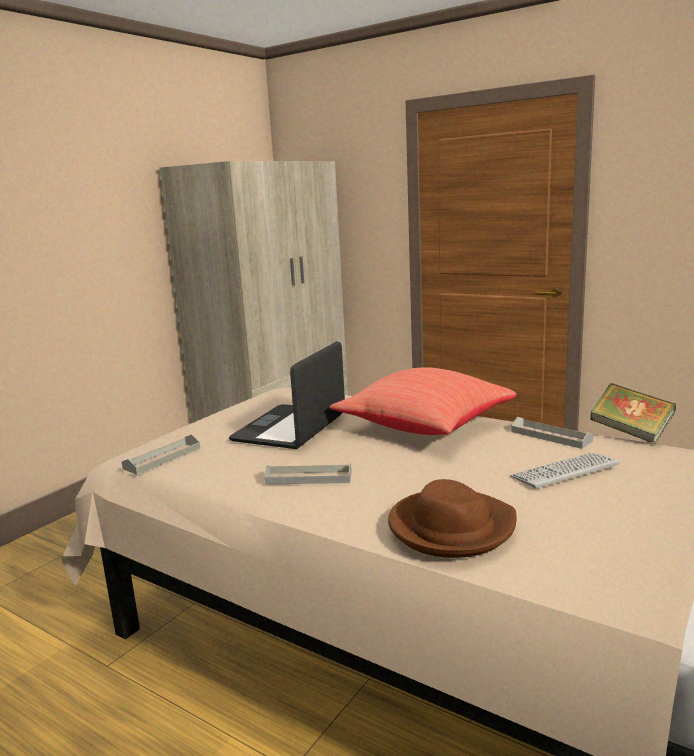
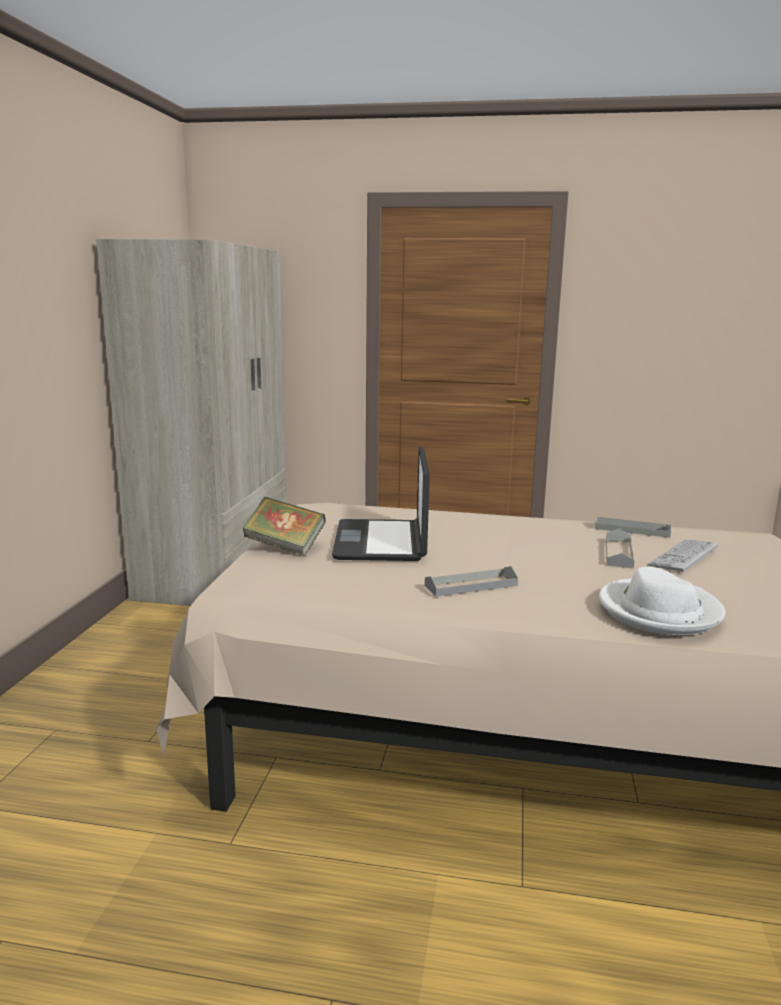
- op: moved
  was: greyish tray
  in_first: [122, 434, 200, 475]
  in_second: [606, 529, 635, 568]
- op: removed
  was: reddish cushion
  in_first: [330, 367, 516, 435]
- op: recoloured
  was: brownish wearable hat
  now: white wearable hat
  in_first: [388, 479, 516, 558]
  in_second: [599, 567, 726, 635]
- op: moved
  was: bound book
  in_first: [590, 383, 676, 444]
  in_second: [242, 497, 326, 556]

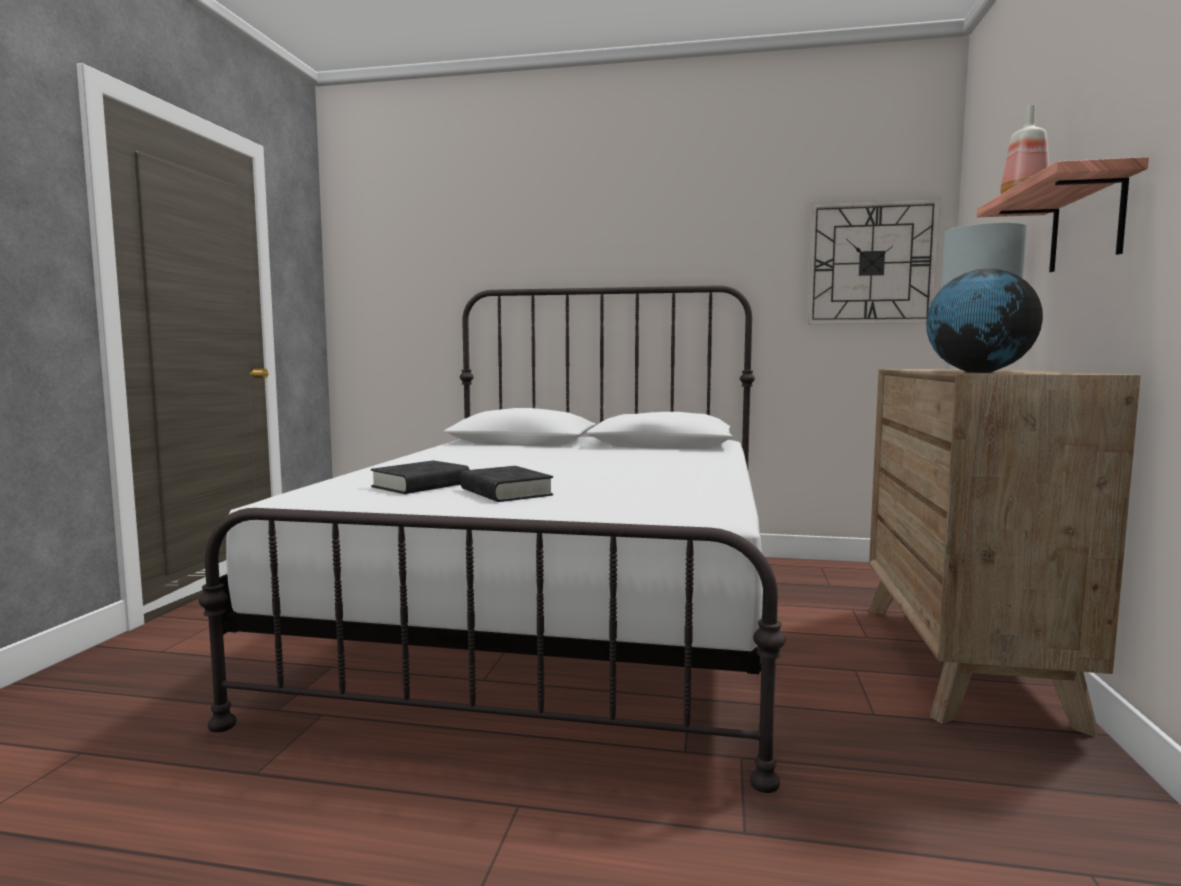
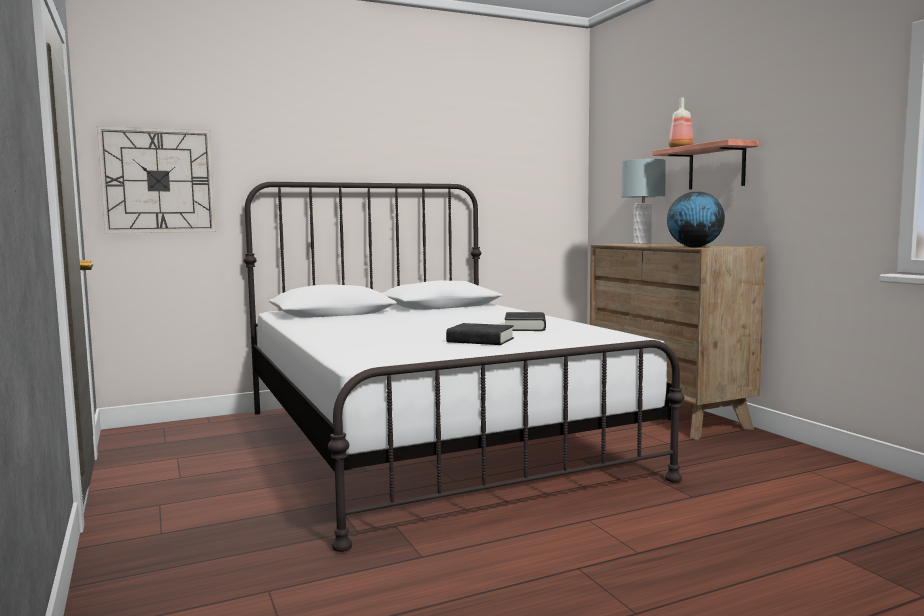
- op: moved
  was: black bound book
  in_first: [371, 460, 470, 494]
  in_second: [505, 312, 546, 331]
- op: moved
  was: clock on the wall
  in_first: [807, 199, 940, 324]
  in_second: [97, 126, 216, 234]

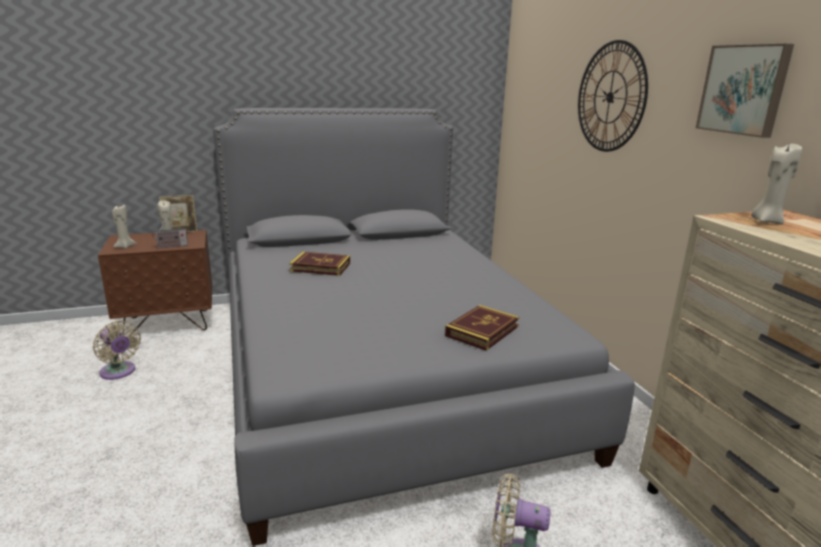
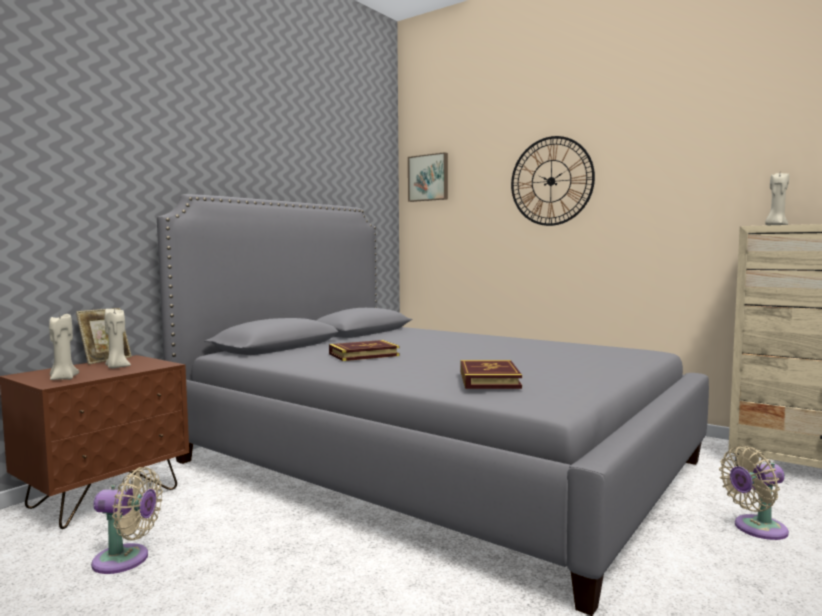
- op: removed
  was: radio
  in_first: [152, 222, 188, 248]
- op: moved
  was: bound book
  in_first: [445, 305, 519, 351]
  in_second: [461, 360, 522, 389]
- op: moved
  was: wall art
  in_first: [696, 44, 794, 138]
  in_second: [408, 152, 448, 202]

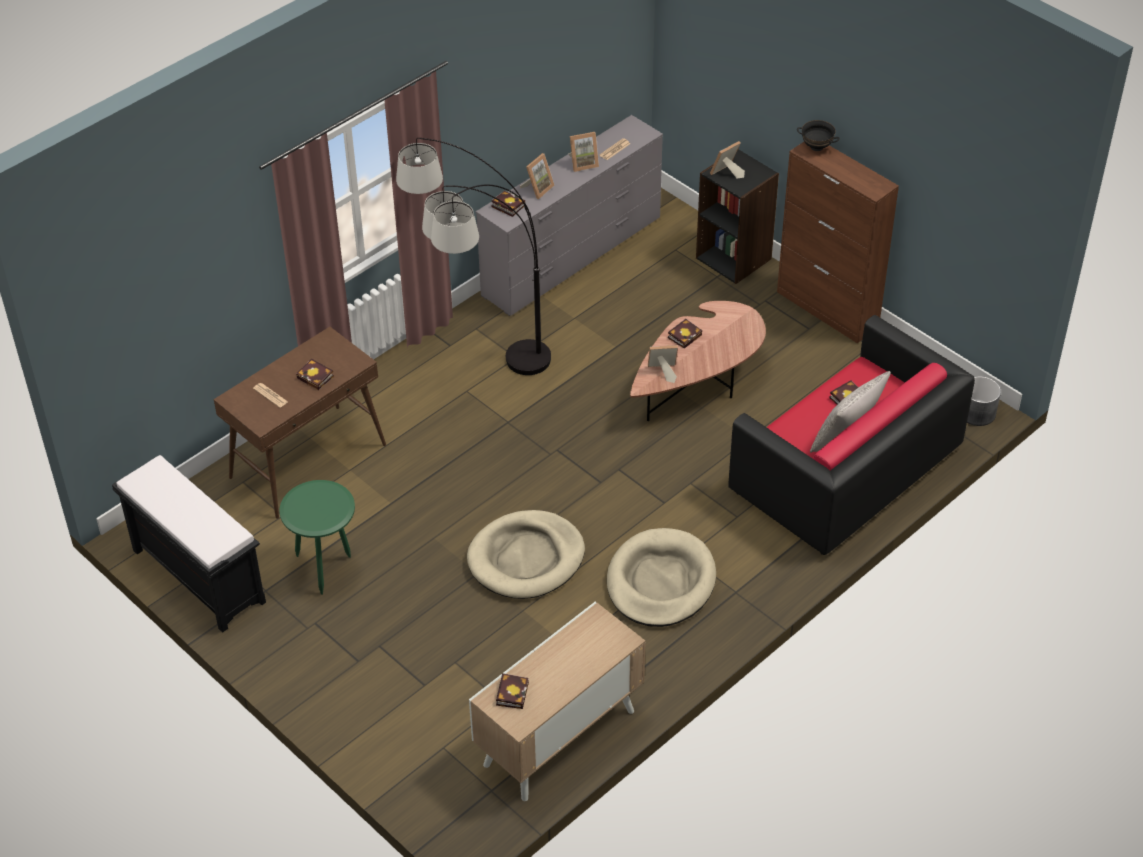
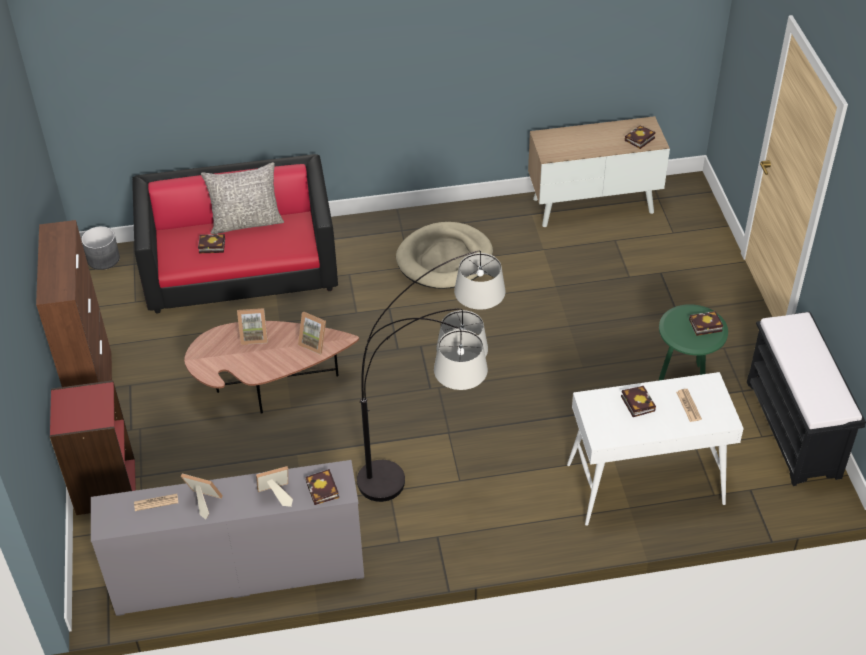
- op: recoloured
  was: brownish narrow table
  now: white narrow table
  in_first: [214, 327, 386, 519]
  in_second: [567, 372, 744, 526]
- op: removed
  was: beige dog cushion
  in_first: [467, 510, 585, 599]
- op: moved
  was: bound book
  in_first: [668, 319, 702, 349]
  in_second: [689, 311, 723, 336]
- op: recoloured
  was: black bookcase
  now: reddish bookcase
  in_first: [696, 149, 779, 284]
  in_second: [50, 380, 136, 515]
- op: moved
  was: standing frame
  in_first: [710, 141, 745, 179]
  in_second: [237, 308, 268, 345]
- op: removed
  was: black deep dish
  in_first: [797, 120, 840, 151]

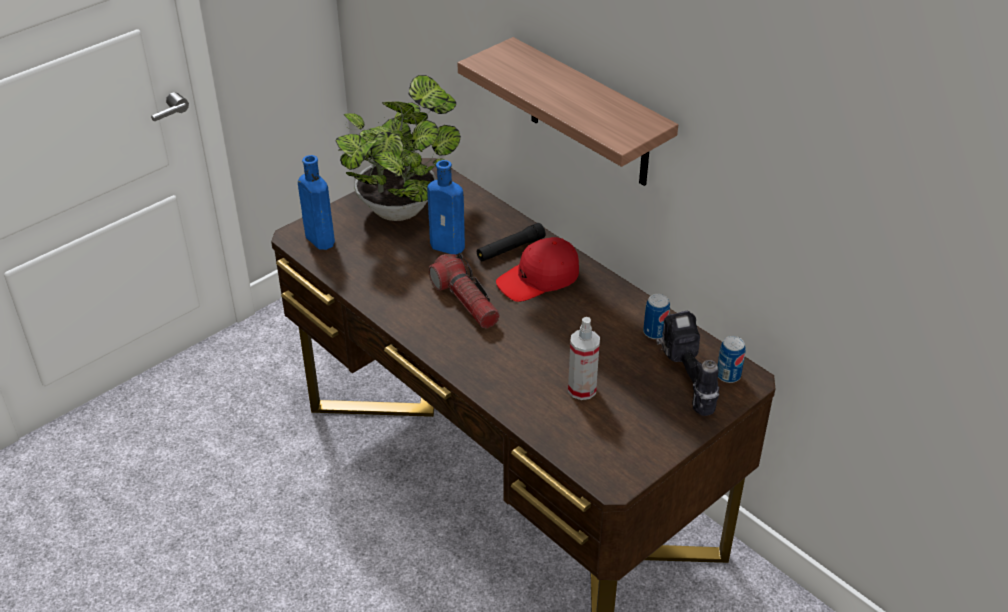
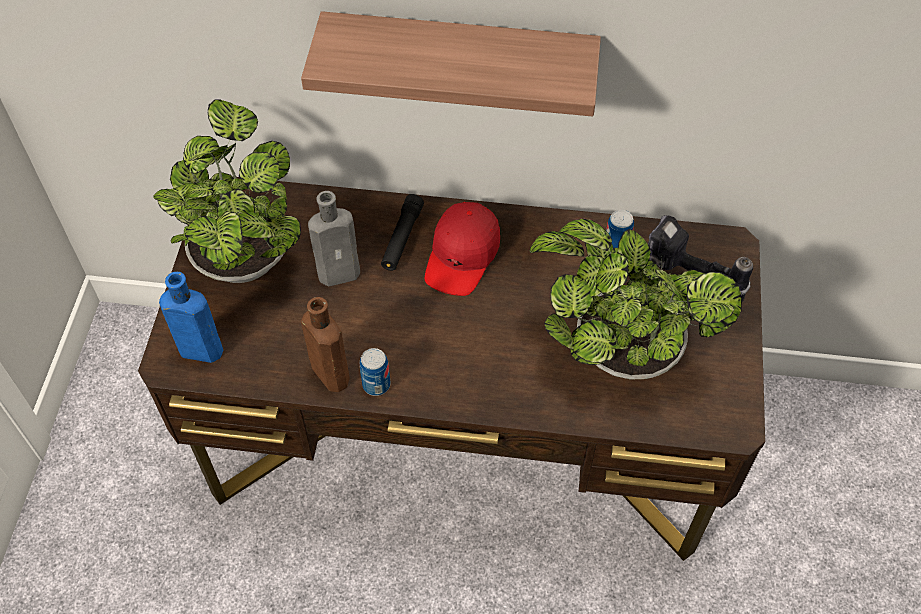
- op: recoloured
  was: bluish drink bottle
  now: greyish drink bottle
  in_first: [427, 160, 465, 254]
  in_second: [308, 191, 360, 286]
- op: removed
  was: torch
  in_first: [428, 253, 500, 329]
- op: replaced
  was: sprayer
  now: plant in a pot
  in_first: [568, 317, 600, 400]
  in_second: [530, 219, 742, 379]
- op: moved
  was: can
  in_first: [718, 336, 746, 383]
  in_second: [360, 348, 390, 396]
- op: added
  now: brownish drink bottle
  in_second: [301, 297, 350, 392]

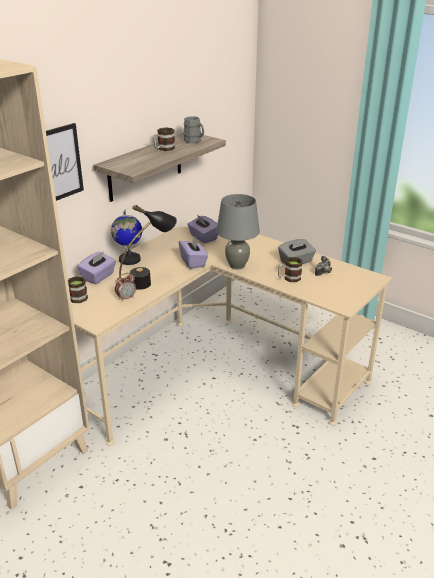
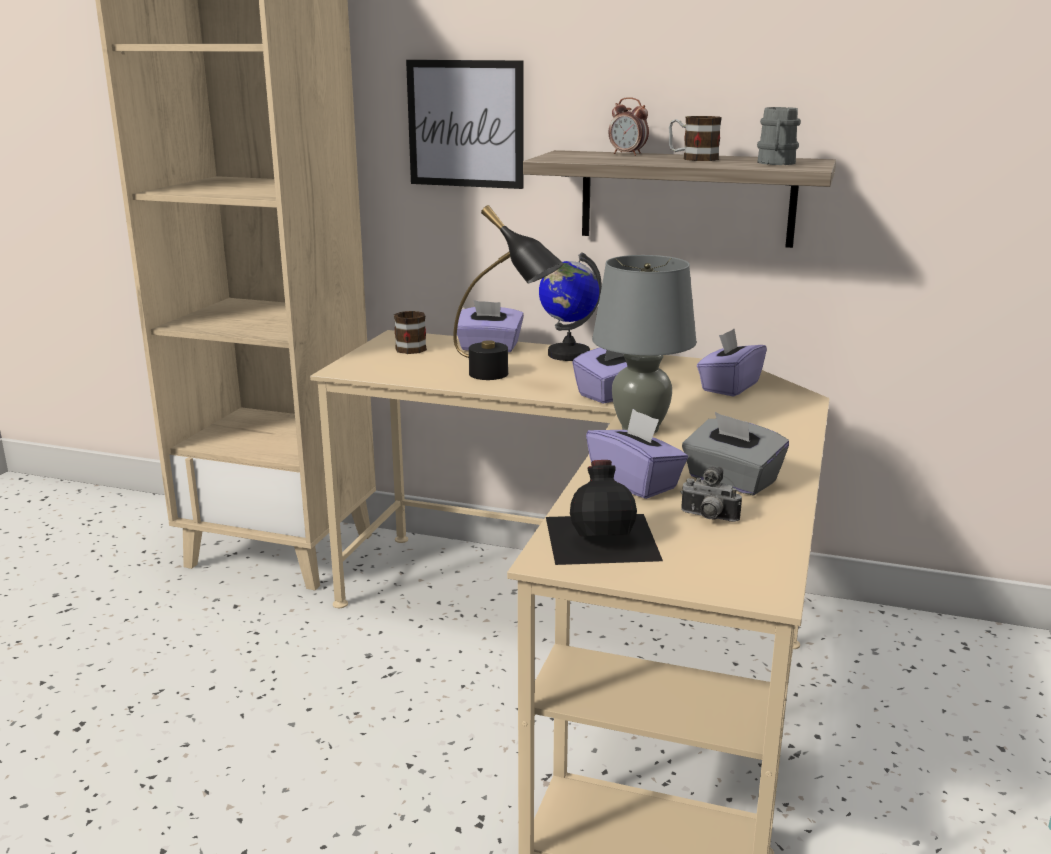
- op: moved
  was: table clock
  in_first: [115, 273, 136, 301]
  in_second: [608, 97, 649, 156]
- op: replaced
  was: mug
  now: purple-coloured tissue holder
  in_first: [278, 257, 302, 282]
  in_second: [586, 409, 689, 499]
- op: added
  now: black drink bottle
  in_second: [546, 460, 663, 565]

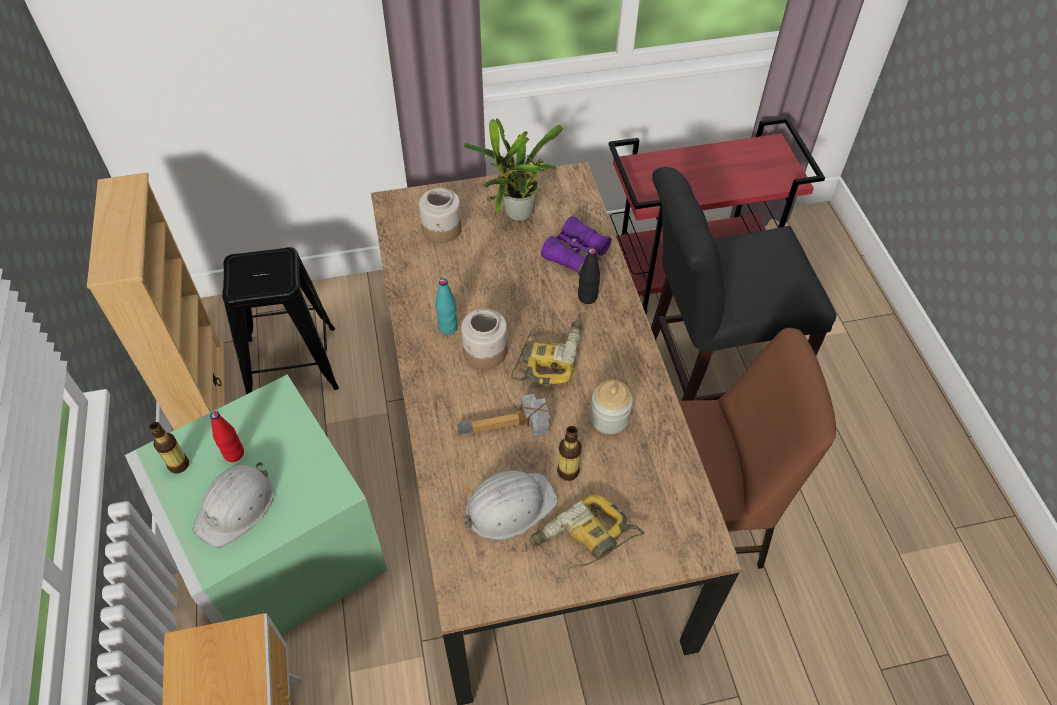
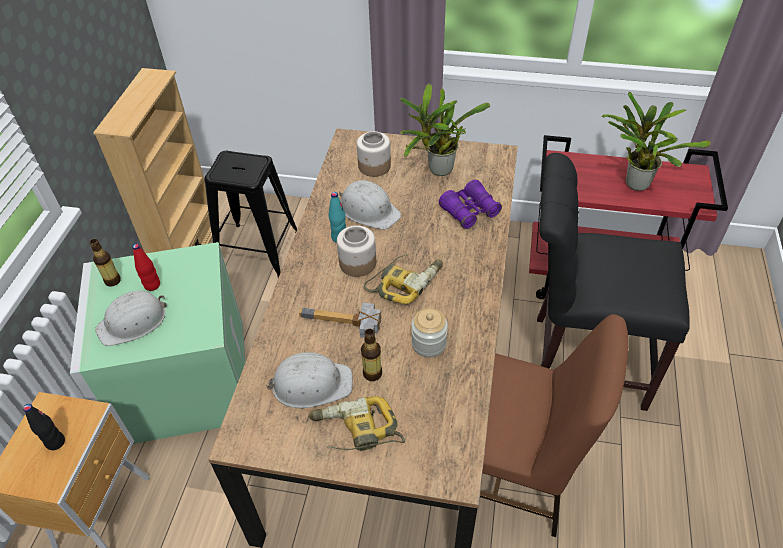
- op: moved
  was: black drink bottle
  in_first: [578, 248, 600, 304]
  in_second: [23, 404, 65, 450]
- op: added
  now: white safety helmet
  in_second: [339, 180, 401, 230]
- op: added
  now: plant in a pot
  in_second: [602, 92, 711, 191]

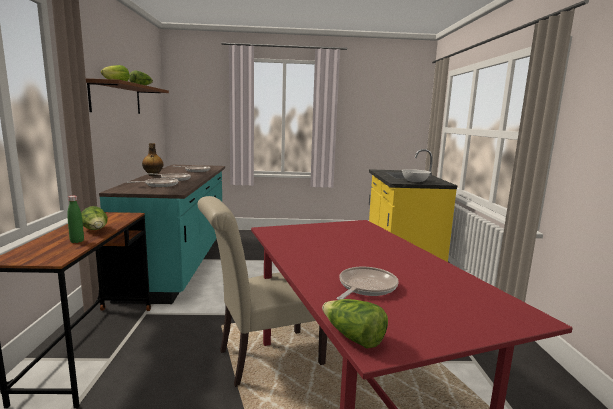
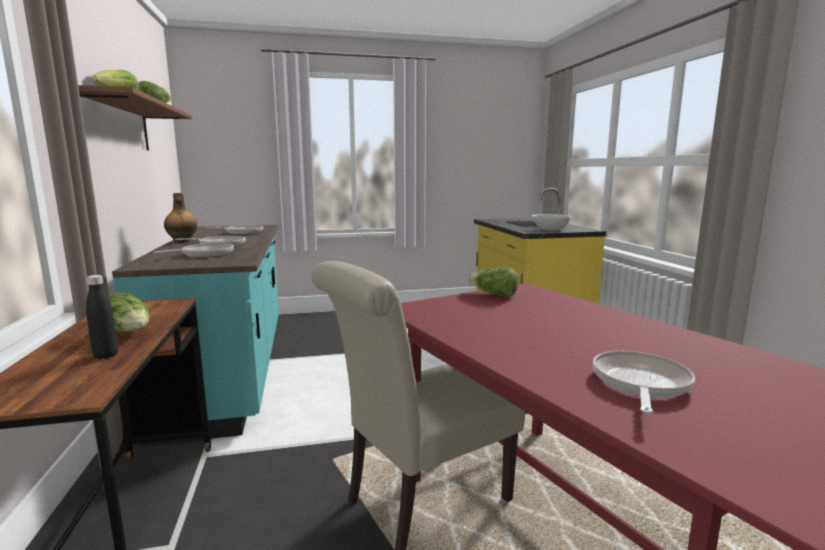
- op: recoloured
  was: green drink bottle
  now: black drink bottle
  in_first: [67, 196, 84, 243]
  in_second: [86, 275, 118, 359]
- op: moved
  was: lettuce head
  in_first: [322, 299, 388, 349]
  in_second: [468, 268, 518, 298]

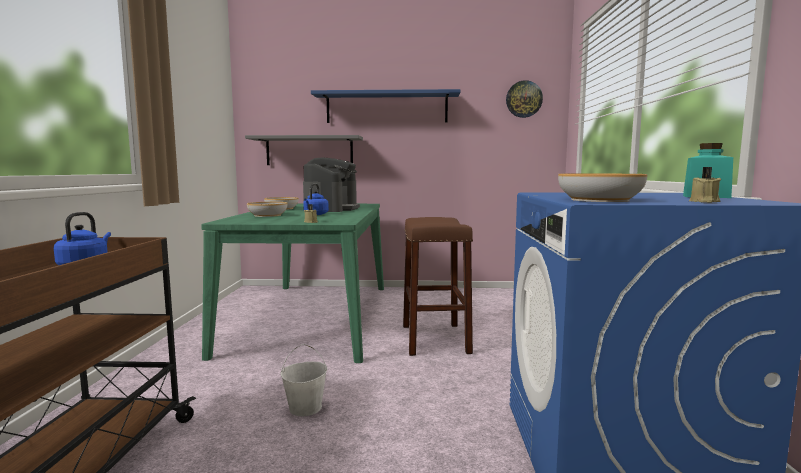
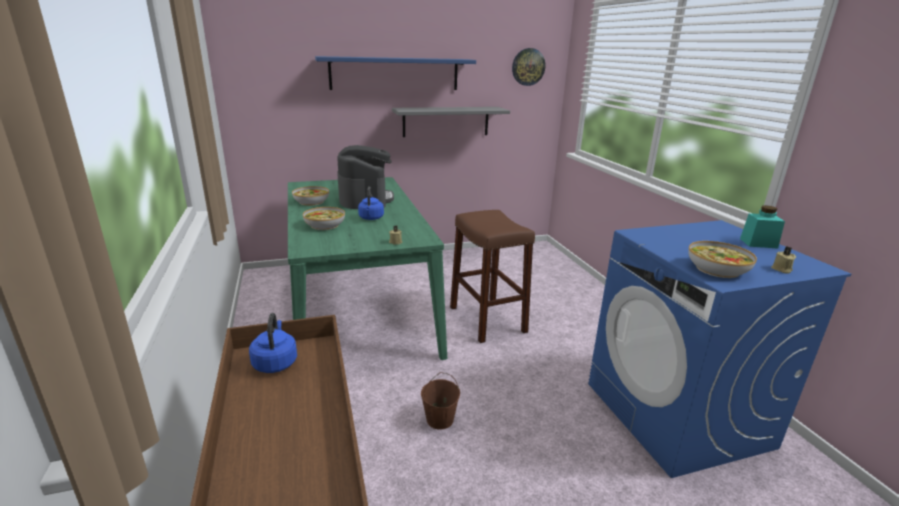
- op: moved
  was: greyish bracket shelf
  in_first: [245, 135, 363, 165]
  in_second: [392, 107, 510, 137]
- op: recoloured
  was: white bucket
  now: brownish bucket
  in_first: [280, 344, 327, 416]
  in_second: [421, 372, 460, 430]

